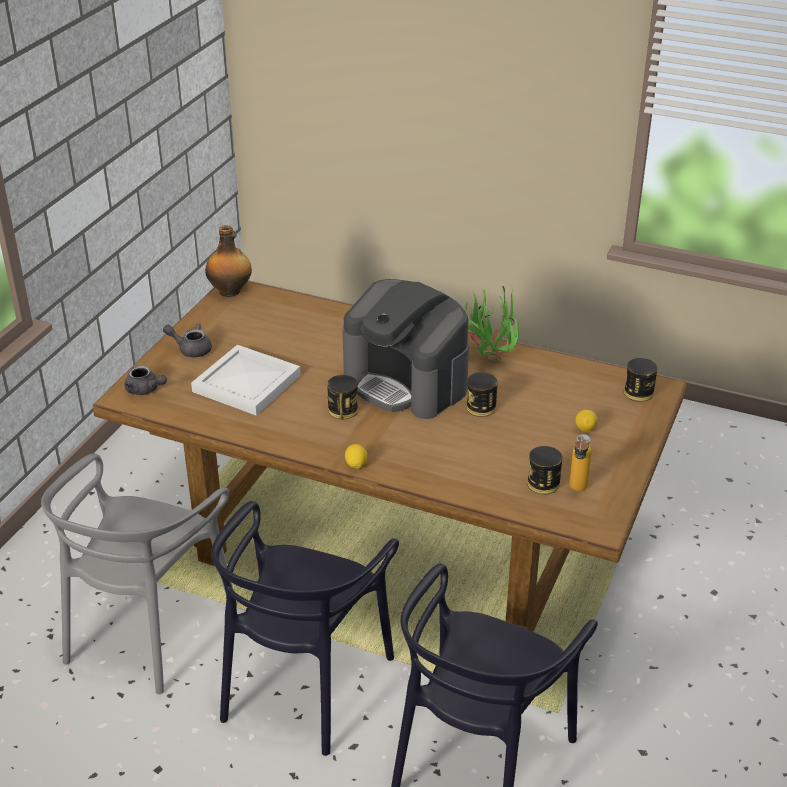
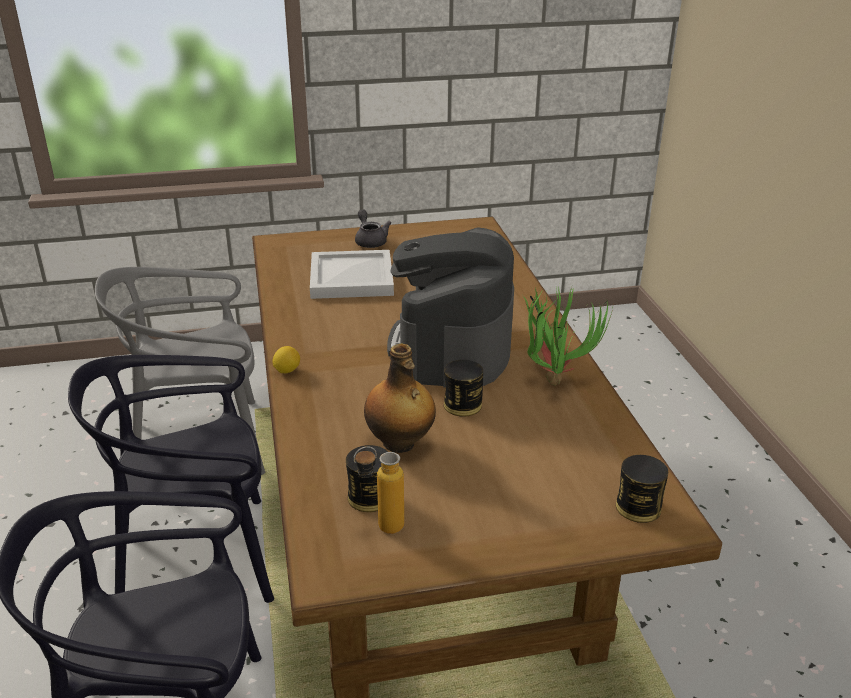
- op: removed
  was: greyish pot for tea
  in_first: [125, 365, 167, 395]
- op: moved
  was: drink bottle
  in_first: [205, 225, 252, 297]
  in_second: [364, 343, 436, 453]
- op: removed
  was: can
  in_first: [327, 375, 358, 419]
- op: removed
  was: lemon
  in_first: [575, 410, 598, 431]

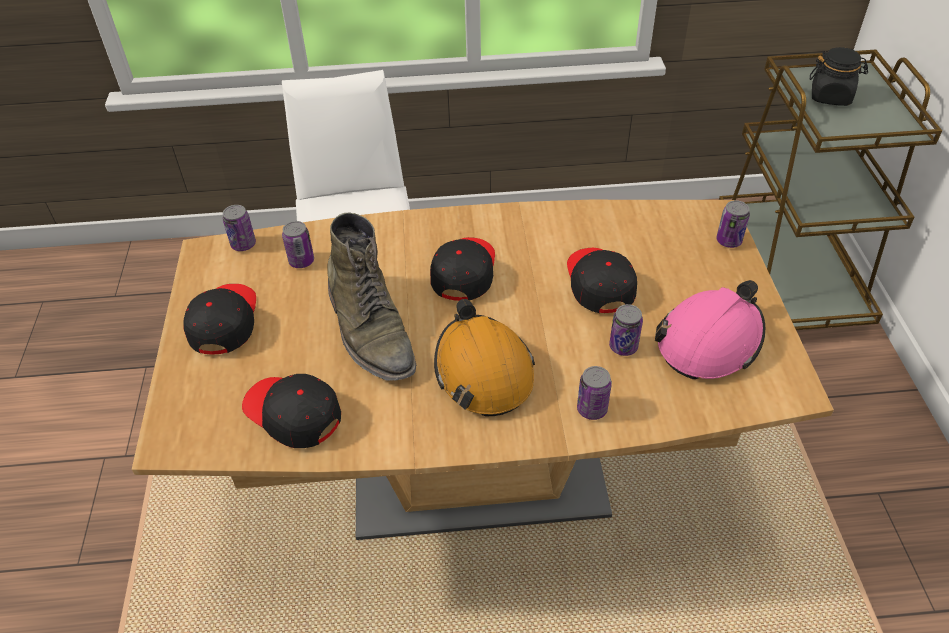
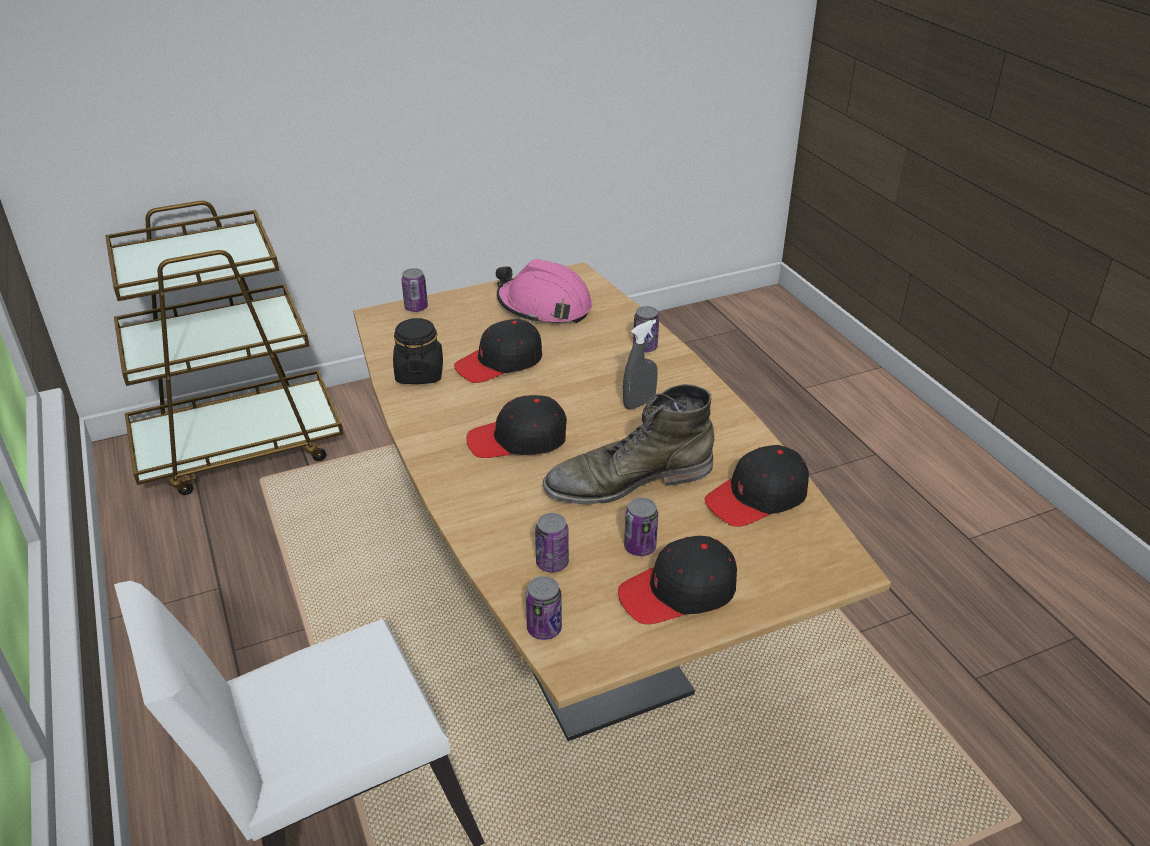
- op: turned
  was: black peaked cap
  in_first: [242, 374, 341, 448]
  in_second: [704, 445, 809, 527]
  clockwise: 45
- op: turned
  was: green boot
  in_first: [327, 212, 416, 381]
  in_second: [543, 384, 714, 505]
  clockwise: -150
- op: replaced
  was: orangey safety helmet
  now: greyish sprayer
  in_first: [434, 299, 535, 416]
  in_second: [623, 319, 658, 410]
- op: moved
  was: can
  in_first: [609, 304, 643, 356]
  in_second: [624, 498, 658, 556]
- op: moved
  was: black jar
  in_first: [810, 47, 868, 106]
  in_second: [393, 318, 443, 384]

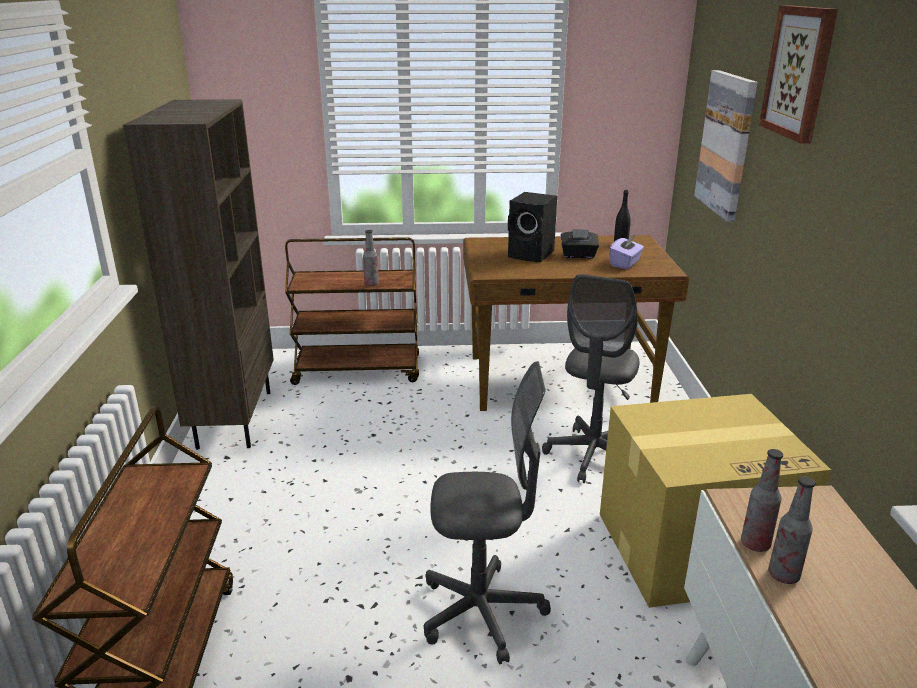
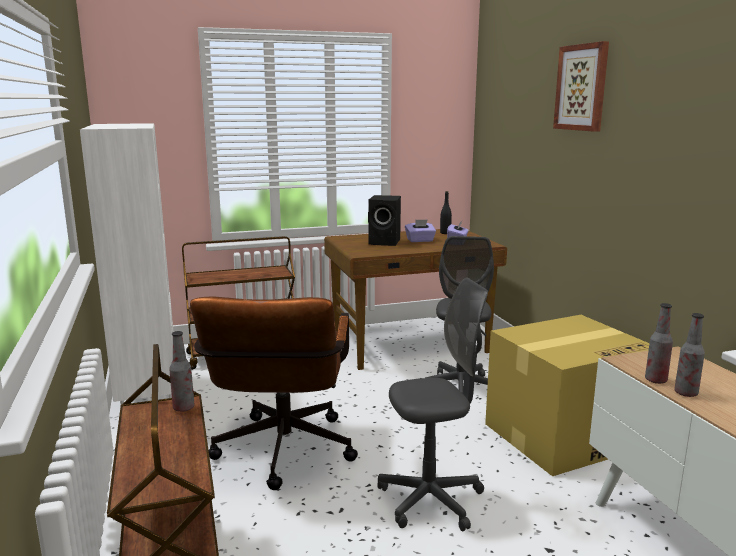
- op: recoloured
  was: brownish bookcase
  now: white bookcase
  in_first: [123, 99, 274, 450]
  in_second: [80, 123, 174, 405]
- op: moved
  was: drink bottle
  in_first: [363, 230, 379, 286]
  in_second: [169, 331, 195, 412]
- op: recoloured
  was: black tissue holder
  now: purple-coloured tissue holder
  in_first: [560, 229, 599, 258]
  in_second: [405, 219, 436, 242]
- op: removed
  was: wall art
  in_first: [694, 70, 758, 222]
- op: added
  now: brownish office chair
  in_second: [190, 296, 358, 490]

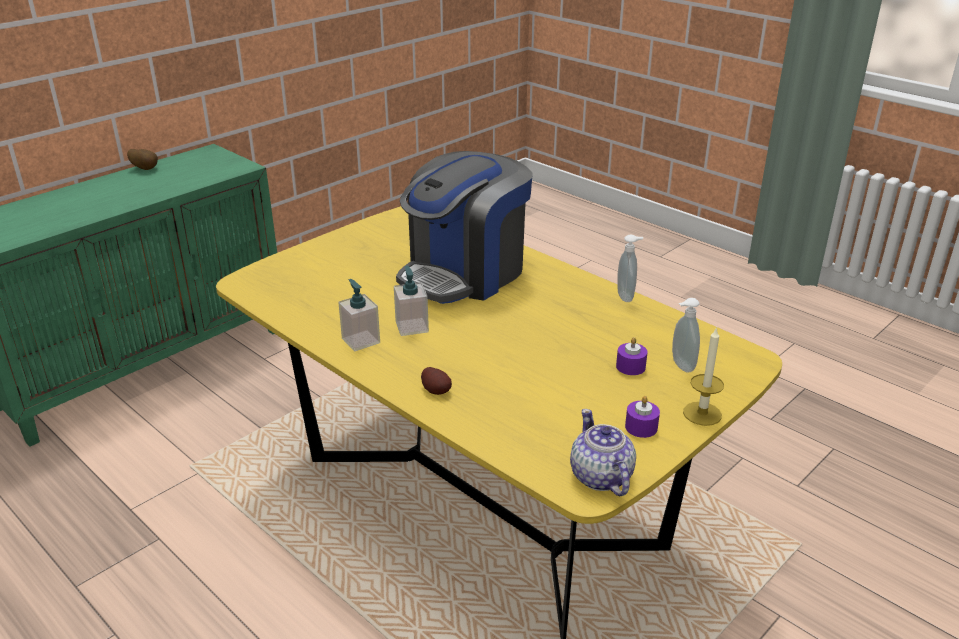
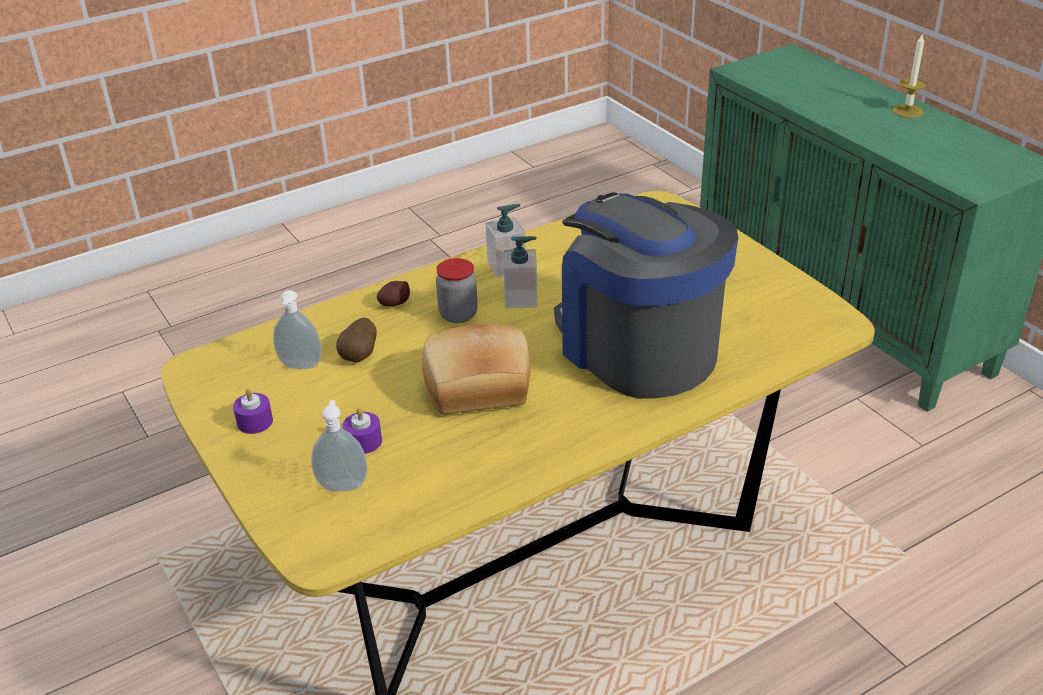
- op: moved
  was: potato
  in_first: [127, 149, 158, 170]
  in_second: [336, 318, 377, 362]
- op: removed
  was: pot for tea
  in_first: [570, 409, 636, 496]
- op: moved
  was: soap bottle
  in_first: [617, 235, 643, 302]
  in_second: [273, 290, 322, 369]
- op: moved
  was: wax light
  in_first: [683, 327, 724, 426]
  in_second: [892, 33, 926, 118]
- op: added
  now: baked bread
  in_second: [422, 324, 530, 414]
- op: added
  now: jar
  in_second: [436, 258, 478, 323]

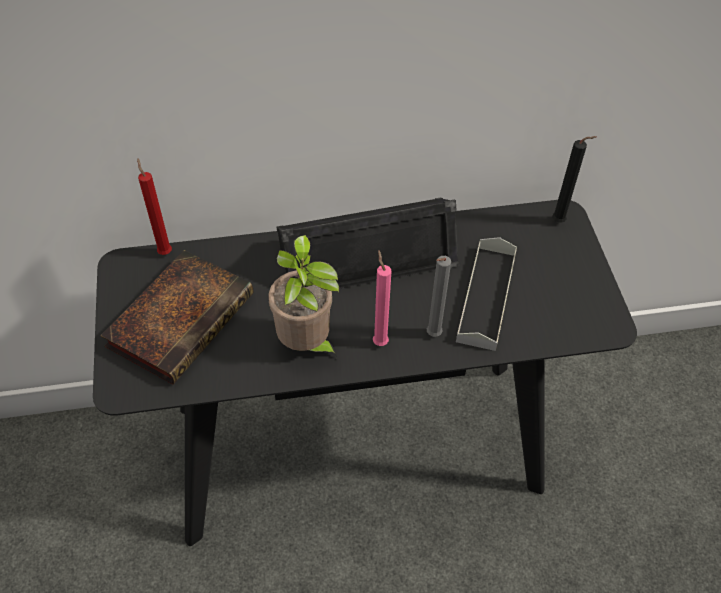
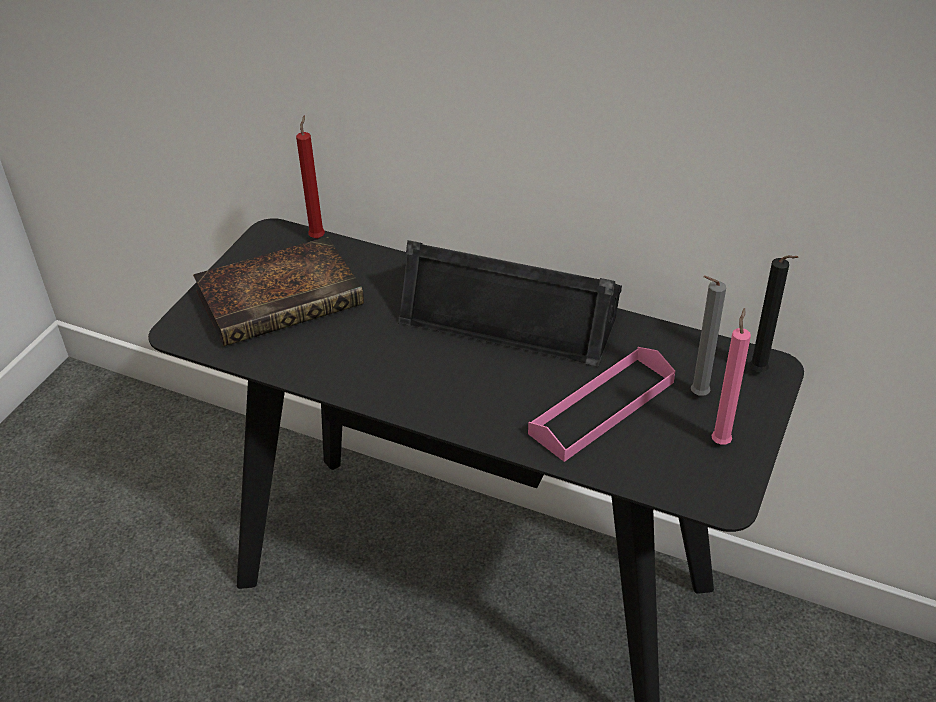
- op: removed
  was: plant in a pot
  in_first: [269, 235, 339, 358]
- op: moved
  was: pinkish wax light
  in_first: [373, 250, 391, 346]
  in_second: [711, 308, 751, 445]
- op: moved
  was: greyish wax light
  in_first: [427, 256, 451, 337]
  in_second: [691, 276, 726, 396]
- op: recoloured
  was: greyish tray
  now: pinkish tray
  in_first: [456, 237, 517, 351]
  in_second: [528, 347, 675, 462]

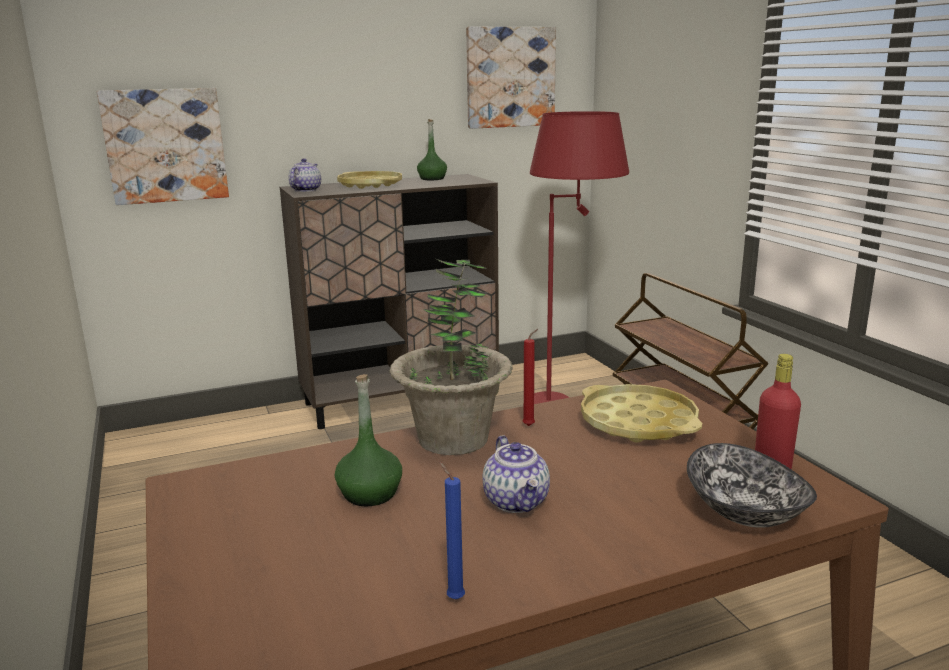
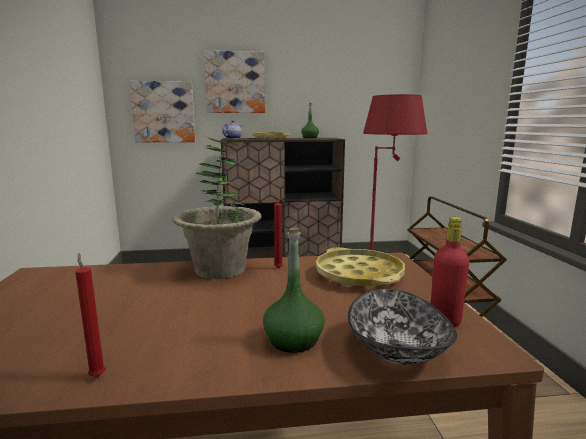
- op: moved
  was: green drink bottle
  in_first: [335, 374, 402, 507]
  in_second: [263, 228, 325, 353]
- op: recoloured
  was: bluish wax light
  now: reddish wax light
  in_first: [439, 462, 465, 599]
  in_second: [75, 253, 106, 377]
- op: moved
  was: wall art
  in_first: [466, 27, 556, 129]
  in_second: [204, 50, 265, 113]
- op: removed
  was: pot for tea
  in_first: [483, 435, 550, 513]

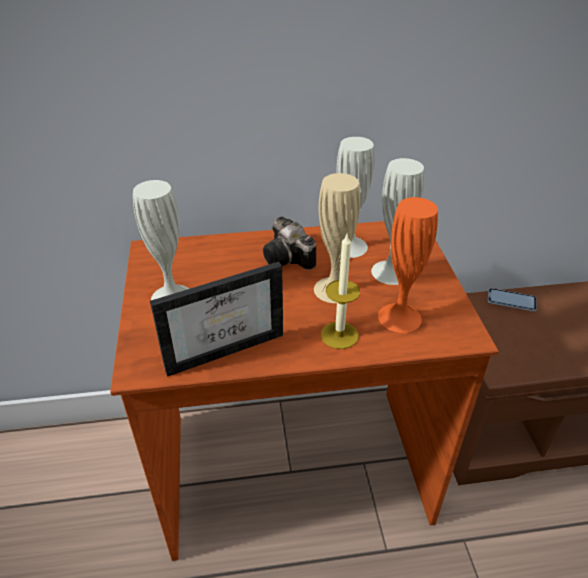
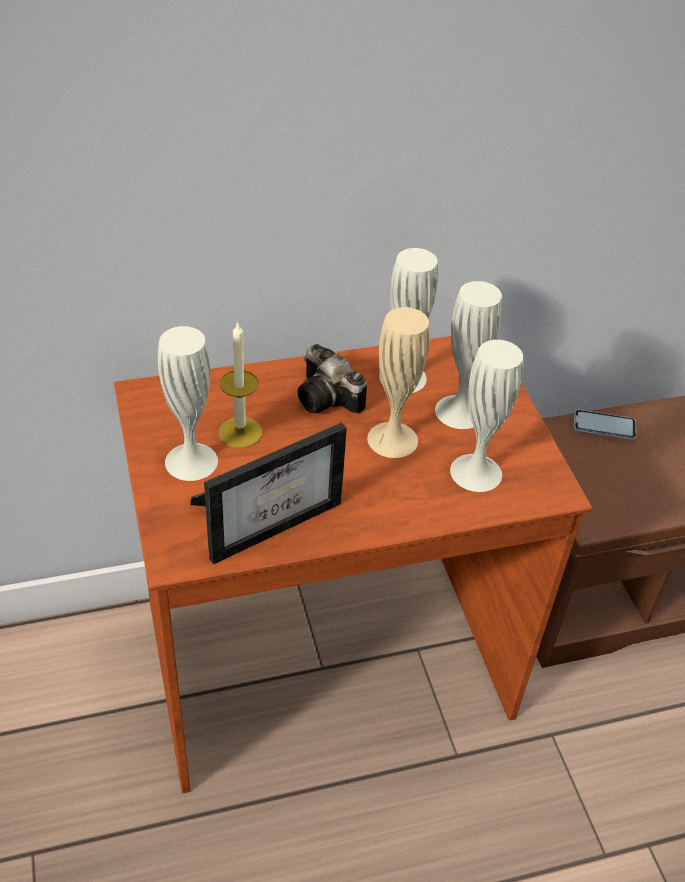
- op: moved
  was: wax light
  in_first: [321, 234, 360, 349]
  in_second: [219, 321, 262, 448]
- op: recoloured
  was: orangey decorative vase
  now: white decorative vase
  in_first: [378, 197, 438, 333]
  in_second: [450, 340, 523, 492]

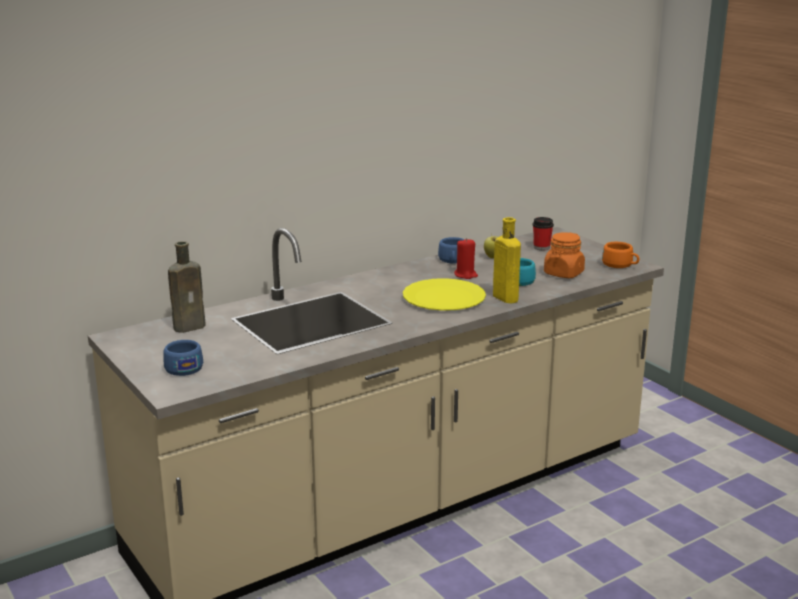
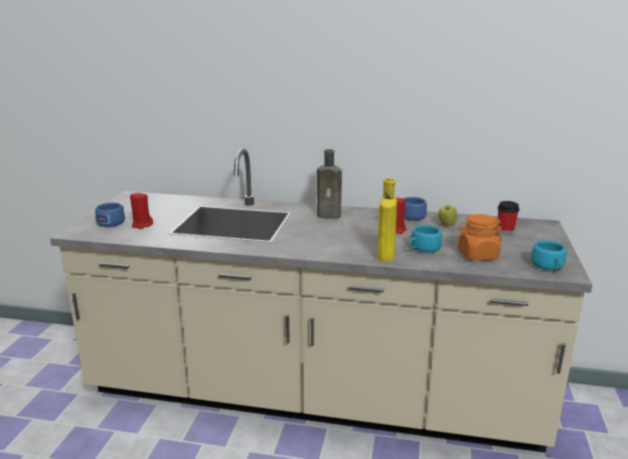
- op: moved
  was: brownish drink bottle
  in_first: [168, 241, 206, 333]
  in_second: [317, 149, 342, 219]
- op: removed
  was: yellow-coloured plate
  in_first: [403, 278, 486, 311]
- op: recoloured
  was: orangey cup
  now: turquoise cup
  in_first: [602, 242, 639, 268]
  in_second: [530, 240, 566, 270]
- op: added
  now: reddish wax light
  in_second: [130, 192, 153, 229]

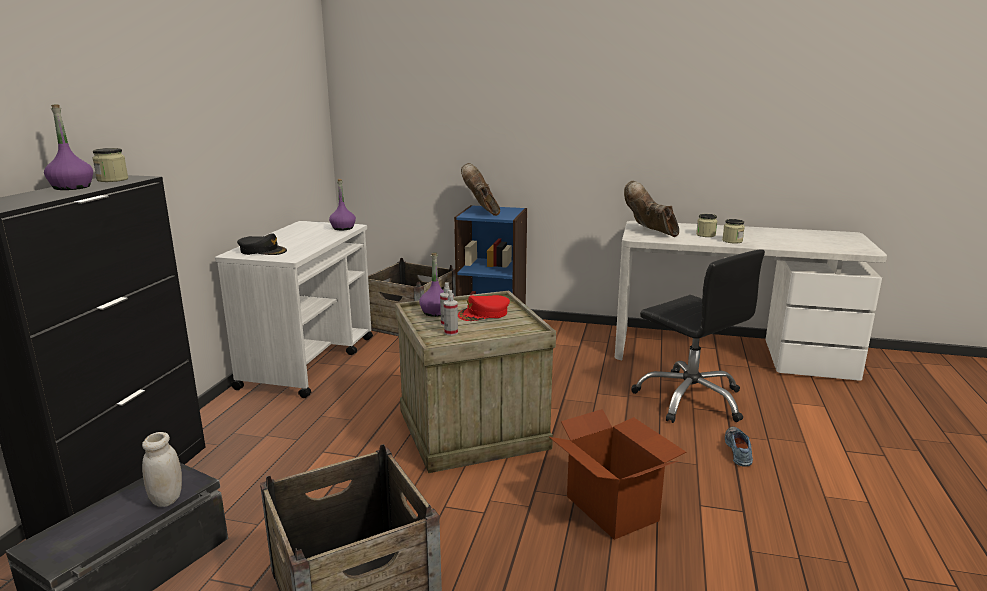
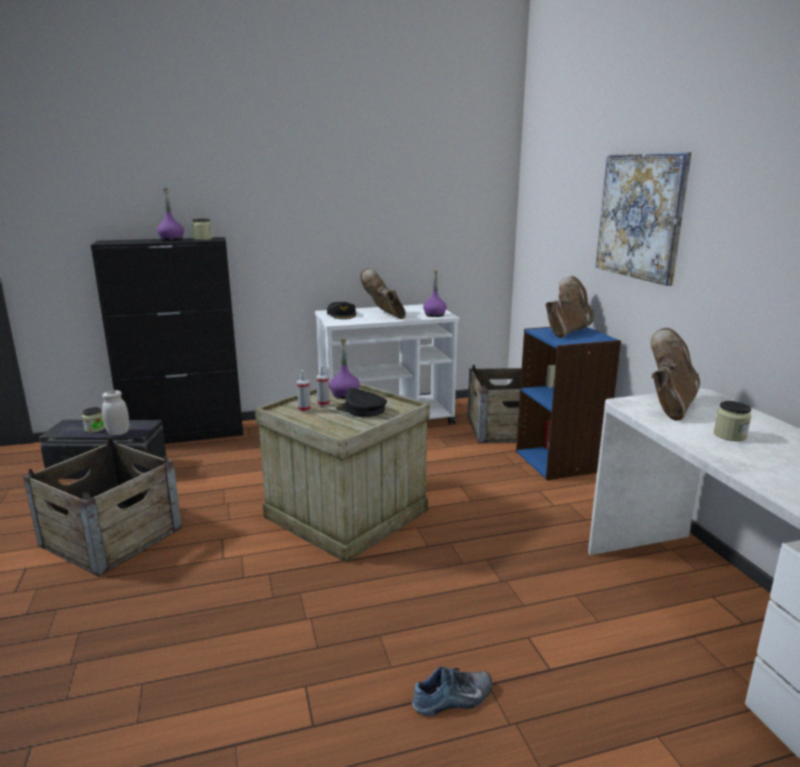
- op: recoloured
  was: reddish peaked cap
  now: black peaked cap
  in_first: [458, 295, 510, 321]
  in_second: [337, 388, 387, 417]
- op: removed
  was: packing box
  in_first: [549, 409, 686, 540]
- op: removed
  was: black office chair
  in_first: [631, 249, 765, 423]
- op: moved
  was: jar
  in_first: [722, 219, 745, 243]
  in_second: [82, 407, 105, 433]
- op: added
  now: brownish boot
  in_second: [360, 268, 406, 319]
- op: added
  now: wall art
  in_second: [596, 152, 692, 286]

